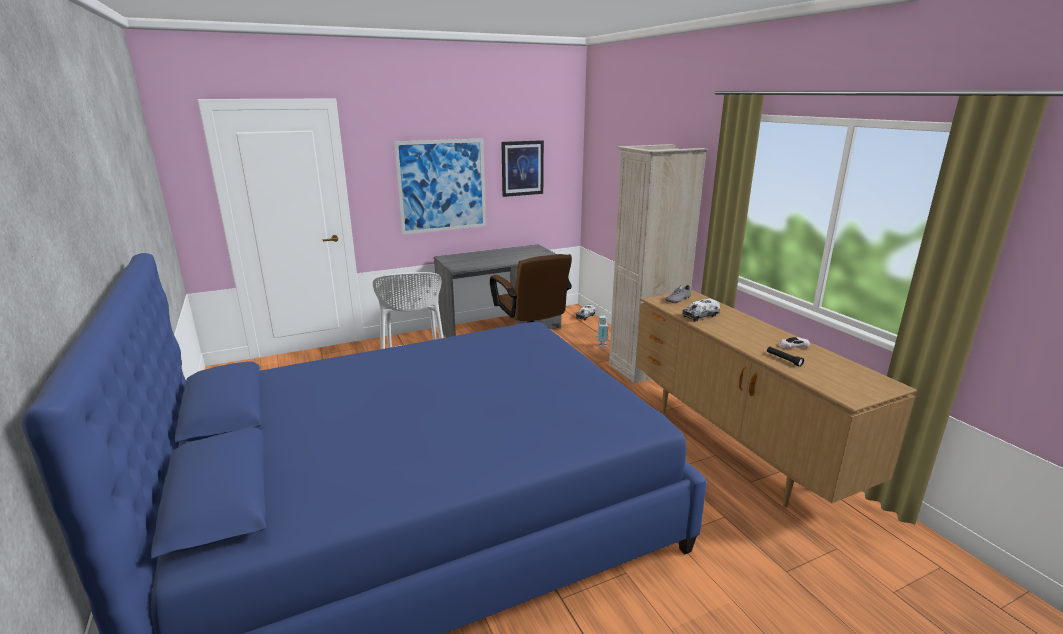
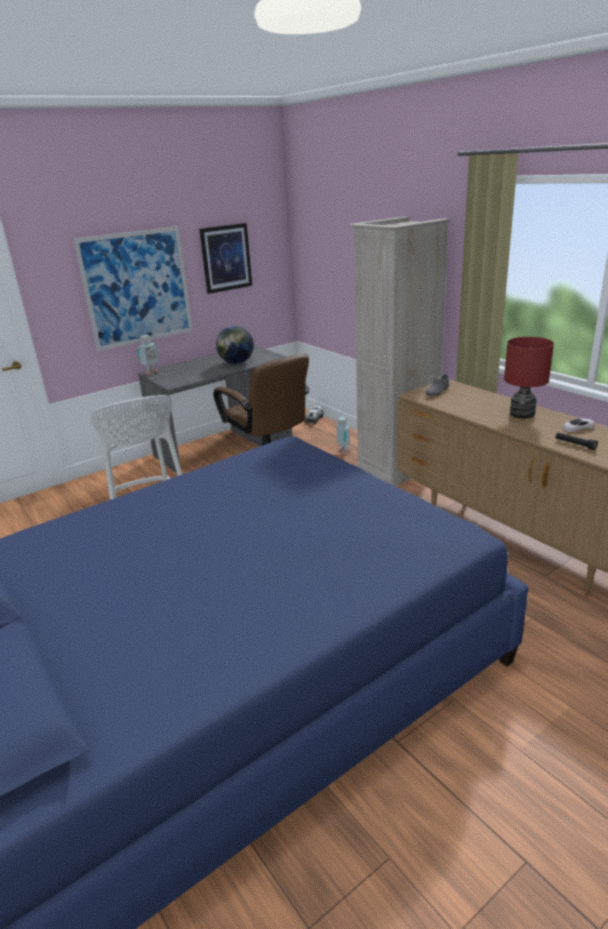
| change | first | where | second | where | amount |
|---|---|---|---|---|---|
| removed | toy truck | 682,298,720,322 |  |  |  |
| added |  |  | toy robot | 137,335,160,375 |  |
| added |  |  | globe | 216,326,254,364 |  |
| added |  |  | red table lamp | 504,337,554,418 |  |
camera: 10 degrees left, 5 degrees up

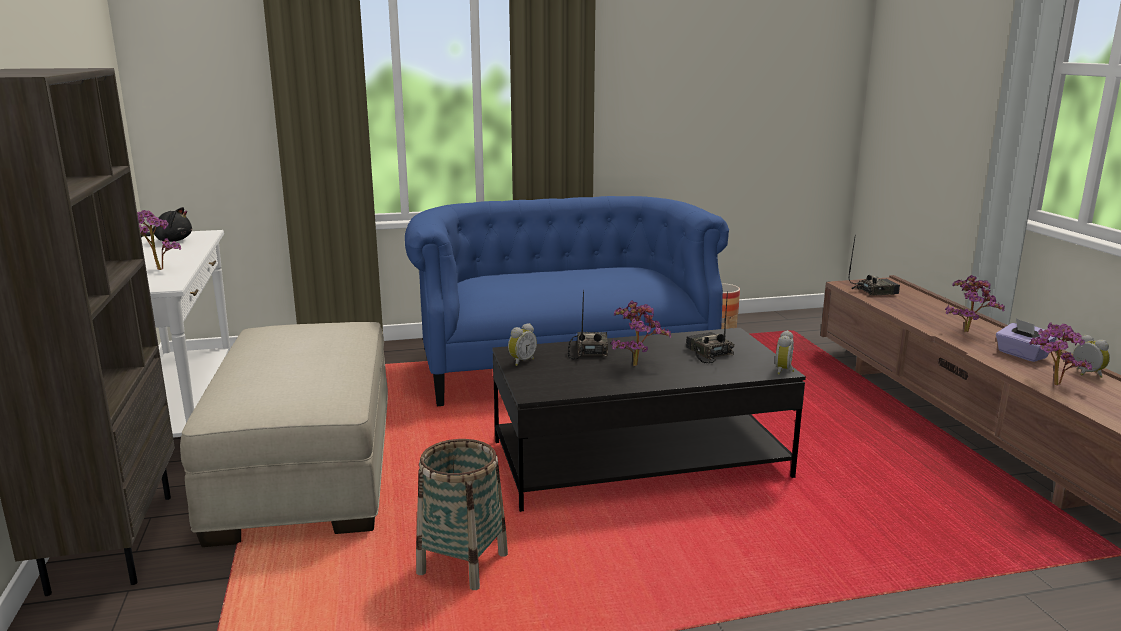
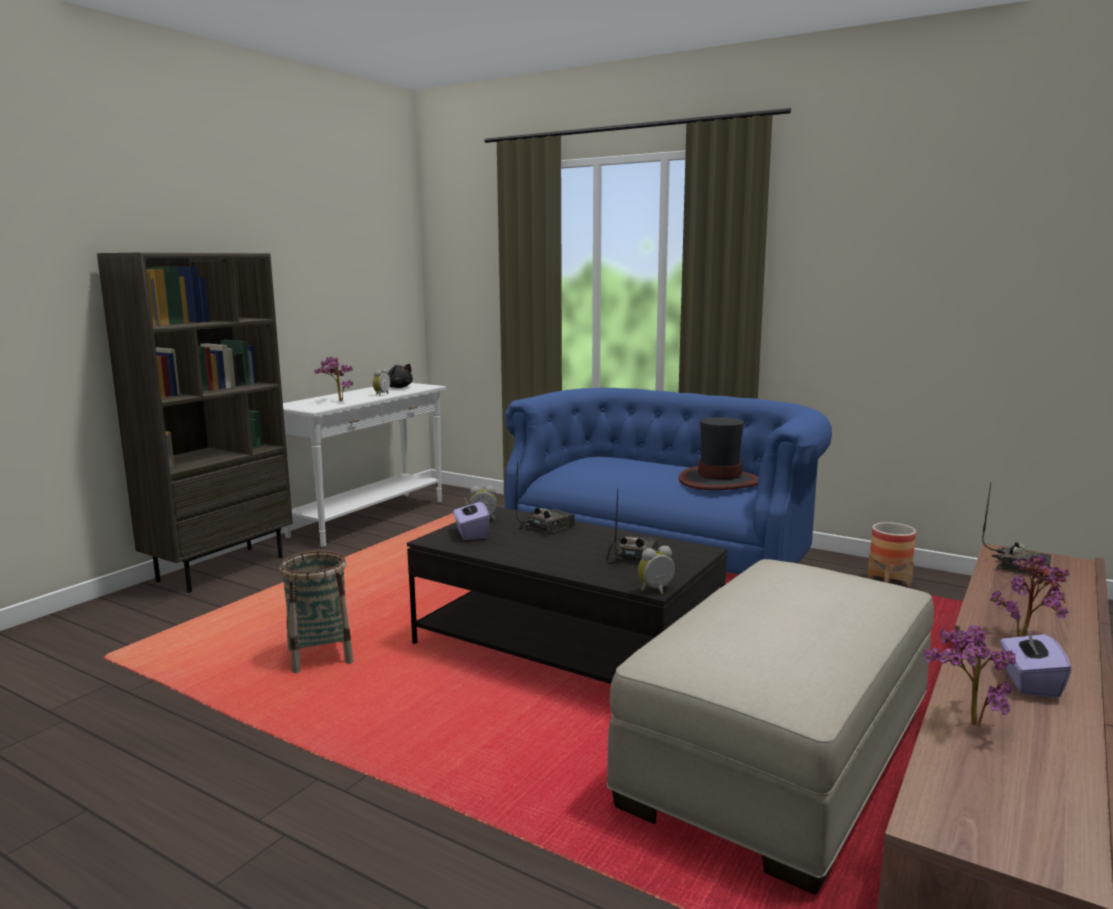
| change | first | where | second | where | amount |
|---|---|---|---|---|---|
| removed | potted plant | 611,300,671,366 |  |  |  |
| added |  |  | purple tissue box | 453,498,490,540 |  |
| added |  |  | hat | 679,417,759,490 |  |
| moved | beige ottoman | 180,322,388,547 |  | 607,559,934,894 |  |
| moved | alarm clock | 1073,335,1110,378 |  | 372,368,390,396 |  |
camera: 45 degrees right, 5 degrees down

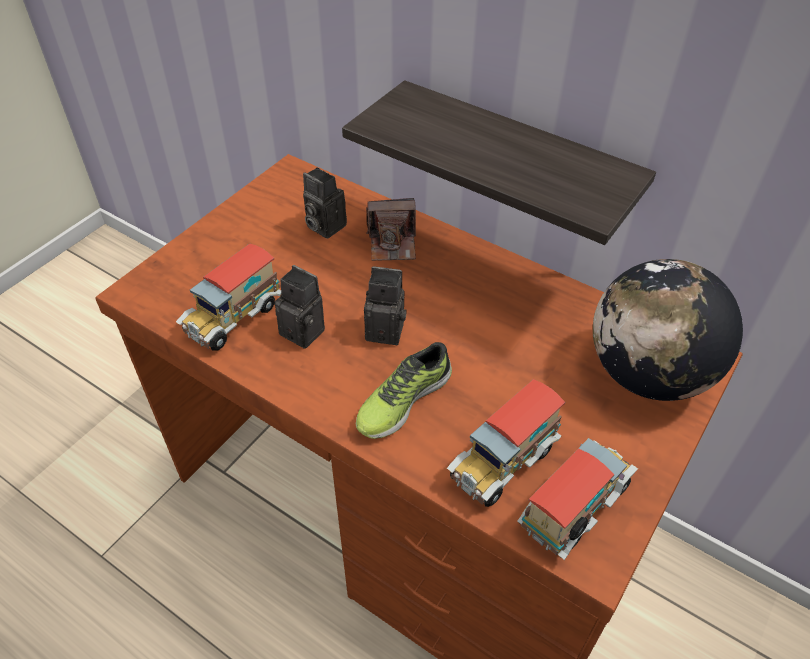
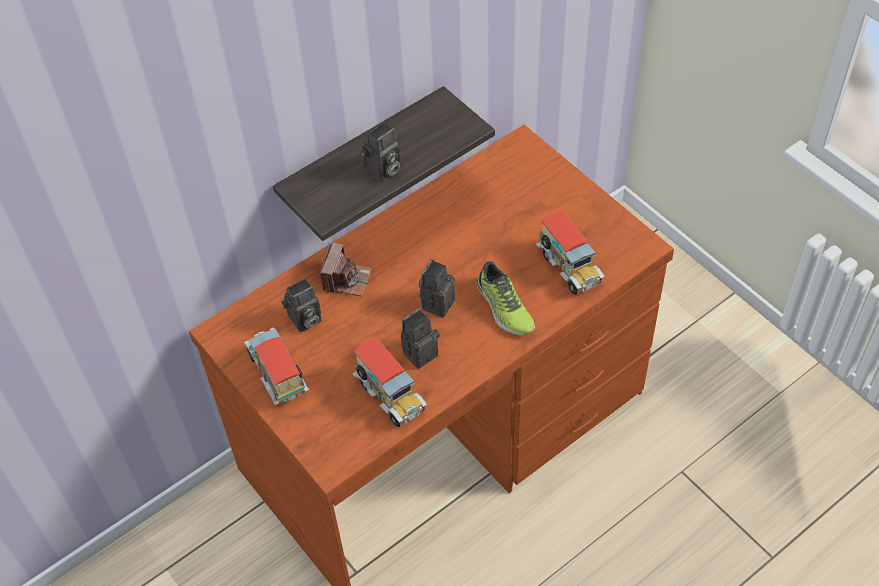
| change | first | where | second | where | amount |
|---|---|---|---|---|---|
| removed | globe | 593,259,743,401 |  |  |  |
| added |  |  | photo camera | 360,122,401,182 |  |
| moved | toy truck | 517,438,638,560 |  | 244,327,309,406 |  |
camera: 70 degrees left, 5 degrees up

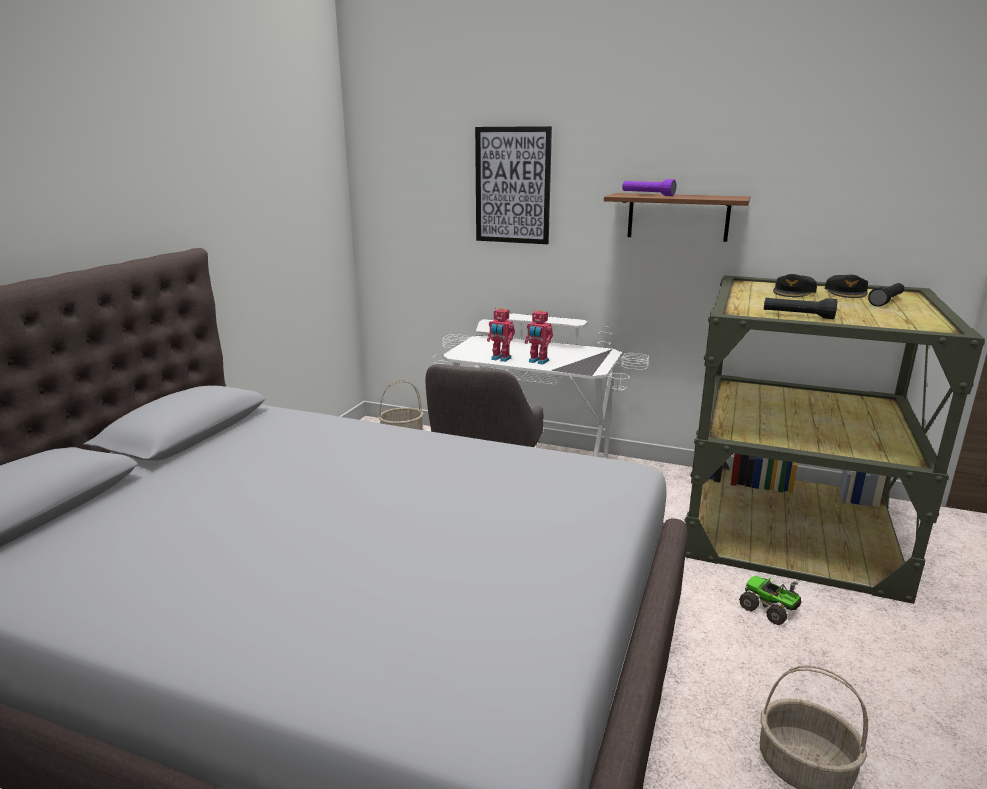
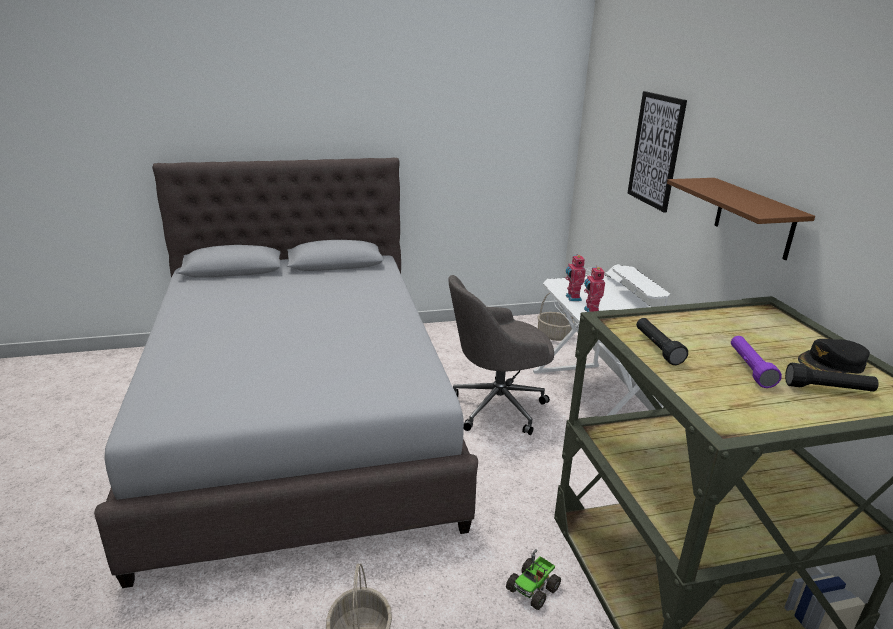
| change | first | where | second | where | amount |
|---|---|---|---|---|---|
| removed | black cap | 773,274,817,297 |  |  |  |
| moved | purple flashlight | 622,179,676,196 |  | 731,336,782,388 |  |
| turned | toy truck | 739,576,801,625 |  | 506,549,561,610 | 150 degrees counterclockwise |
camera: 55 degrees right, 5 degrees up

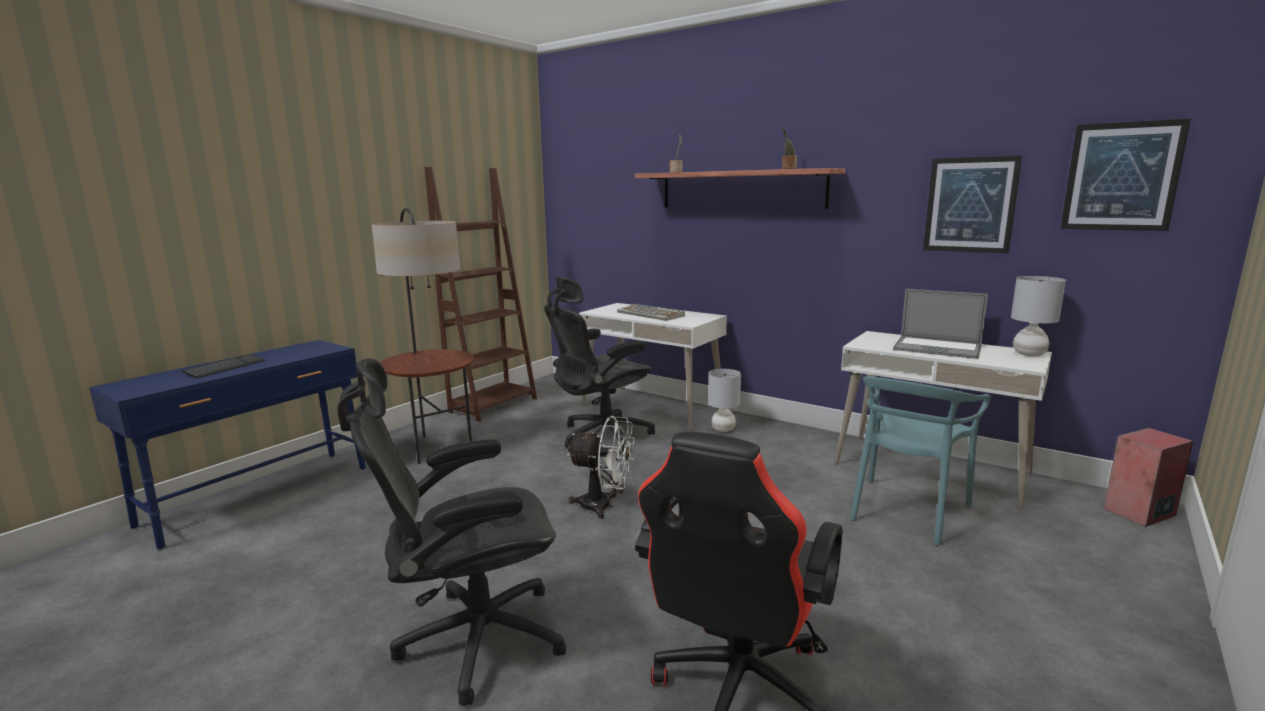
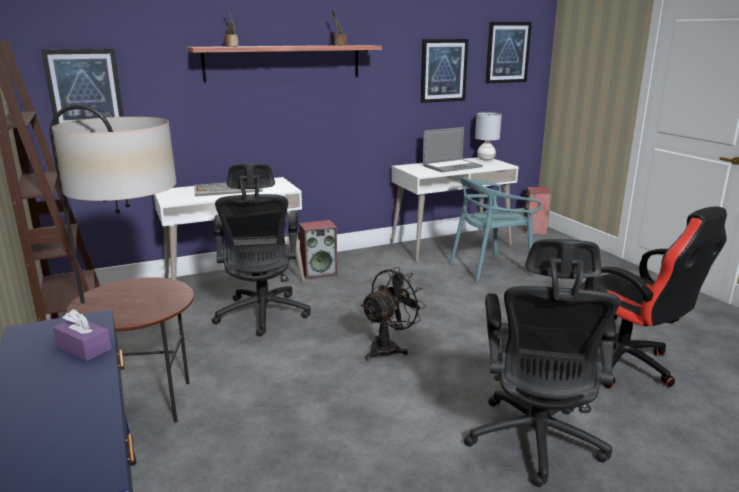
| change | first | where | second | where | amount |
|---|---|---|---|---|---|
| removed | keyboard | 182,354,265,379 |  |  |  |
| added |  |  | picture | 41,49,124,125 |  |
| added |  |  | purple tissue box | 53,309,112,361 |  |
| replaced | grey table lamp | 708,369,741,432 | speaker | 299,220,338,279 |  |
| recoloured | white fan | 567,416,635,519 | black fan | 361,267,426,361 |  |
| turned | turquoise chair | 850,376,991,546 |  | 449,177,542,282 | 90 degrees clockwise |
camera: 60 degrees left, 5 degrees up

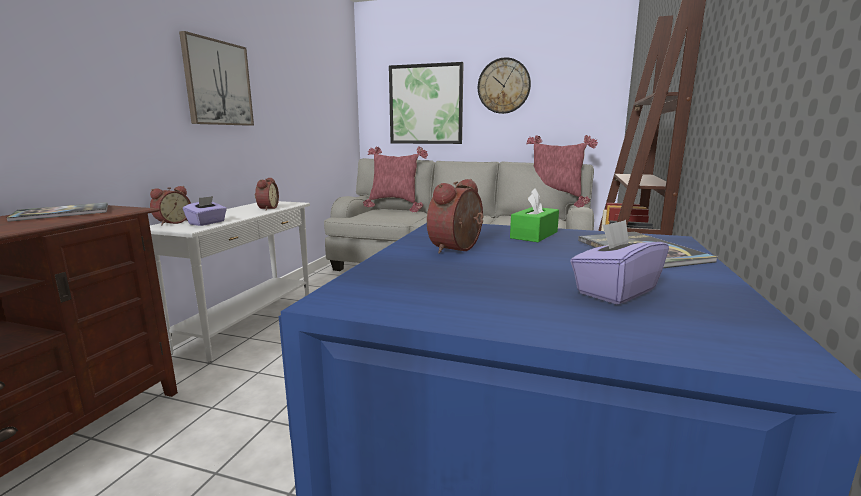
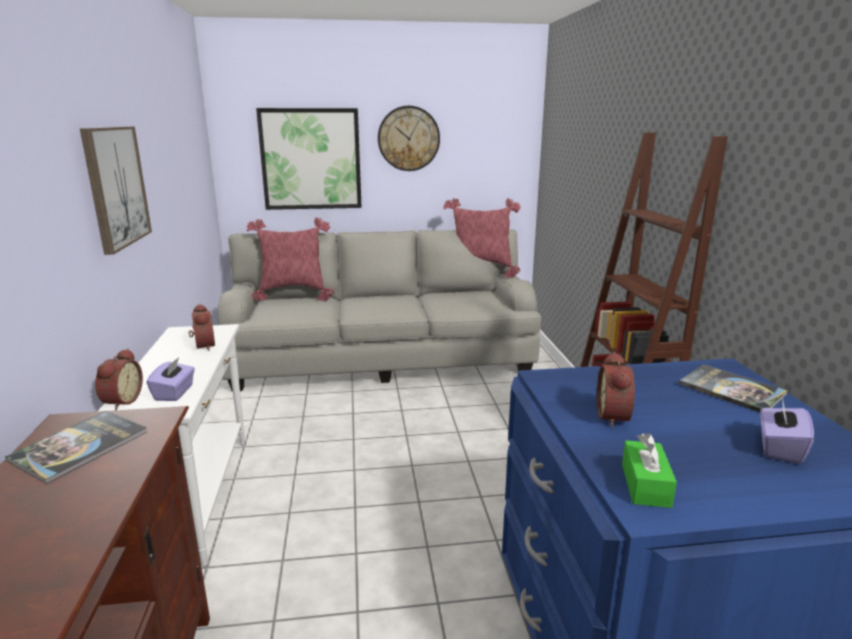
| change | first | where | second | where | amount |
|---|---|---|---|---|---|
| moved | green tissue box | 510,188,559,242 |  | 622,433,677,508 |  |
camera: 25 degrees left, 5 degrees up

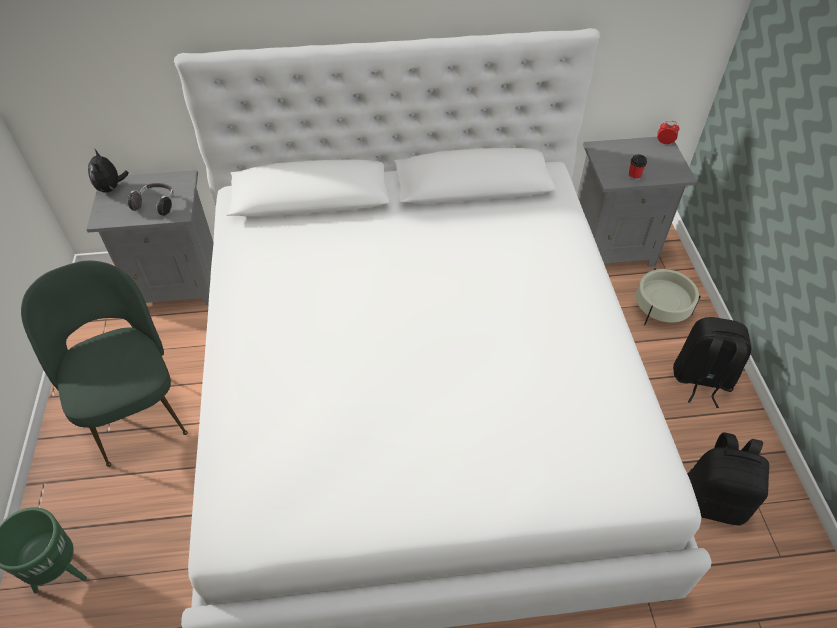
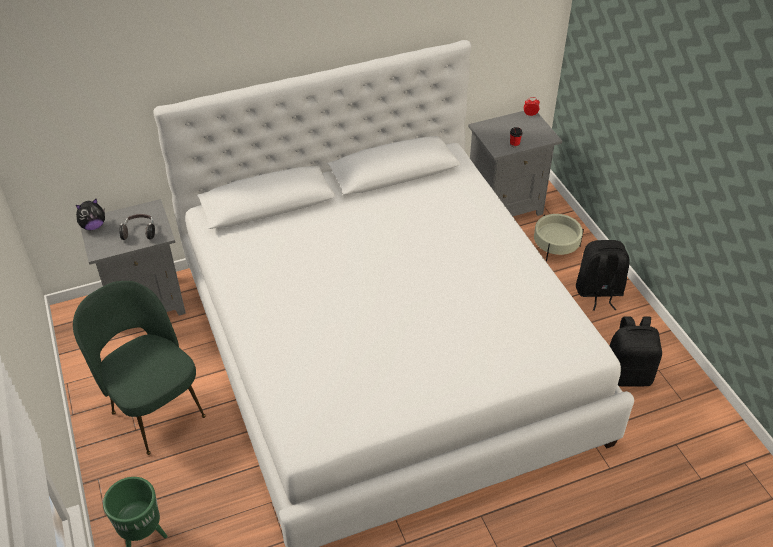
| change | first | where | second | where | amount |
|---|---|---|---|---|---|
| turned | plush toy | 88,149,129,192 |  | 76,199,105,230 | 90 degrees counterclockwise |
camera: 15 degrees left, 5 degrees down

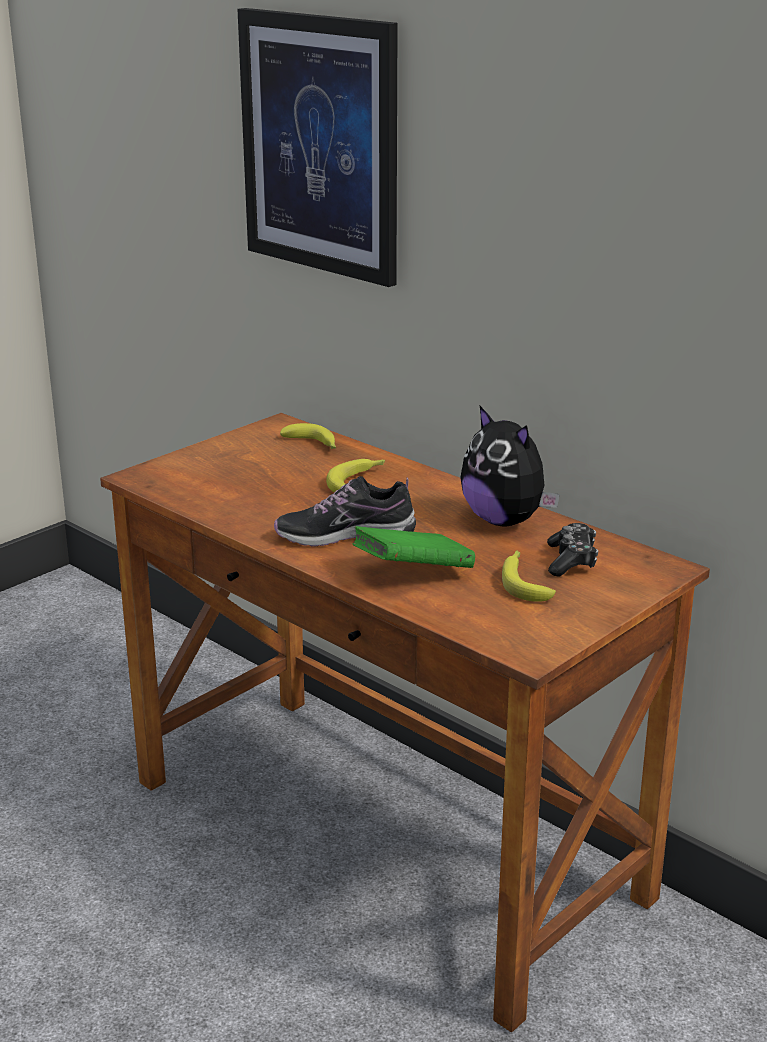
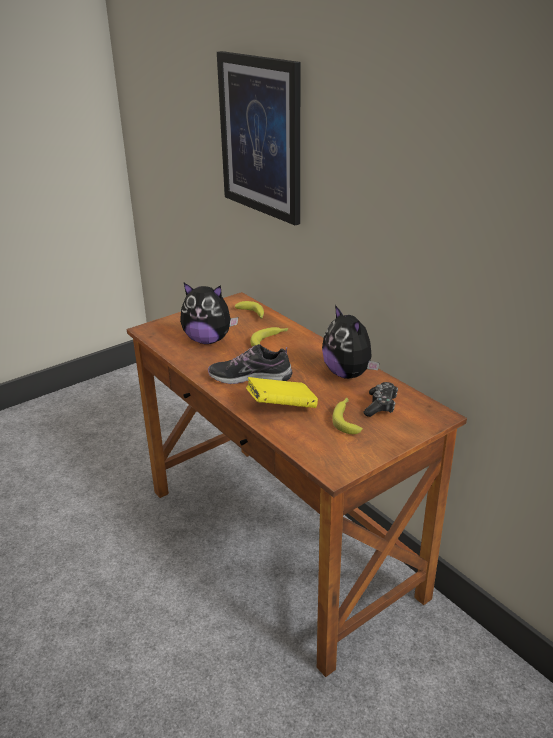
| change | first | where | second | where | amount |
|---|---|---|---|---|---|
| added |  |  | plush toy | 180,283,238,344 |  |
| recoloured | green book | 352,526,475,568 | yellow book | 246,377,318,408 |  |
camera: 10 degrees right, 5 degrees up

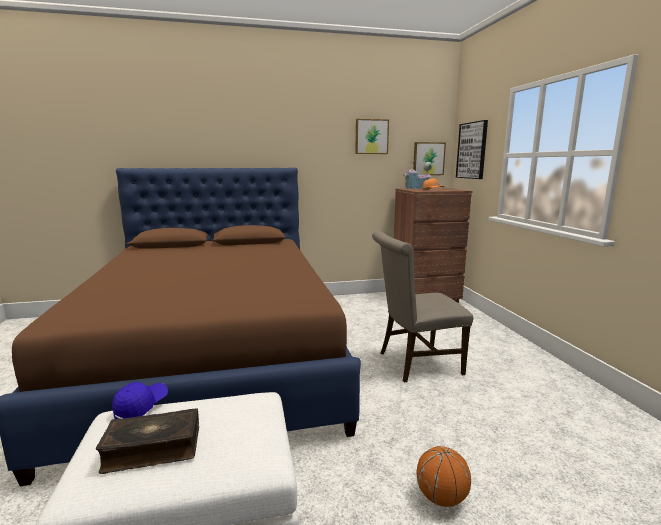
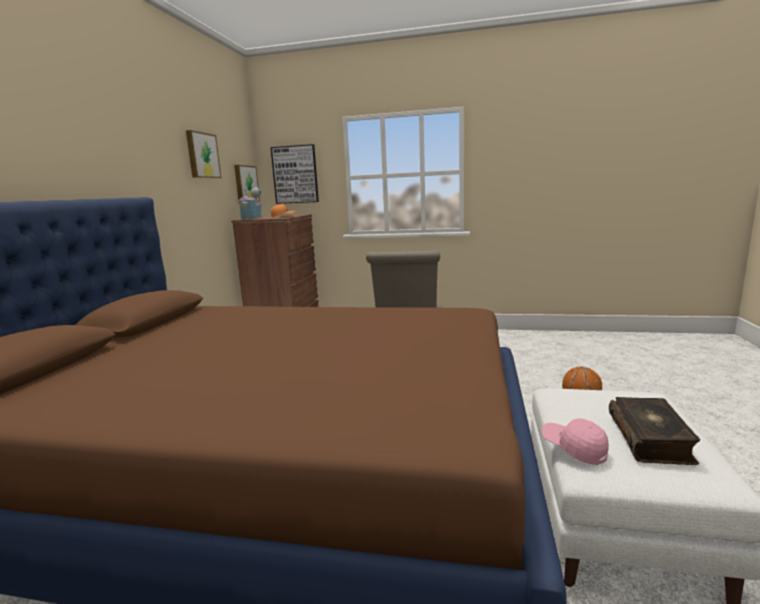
| change | first | where | second | where | amount |
|---|---|---|---|---|---|
| recoloured | blue cap | 112,382,168,419 | pink cap | 542,418,609,465 |  |
camera: 65 degrees left, 0 degrees up

